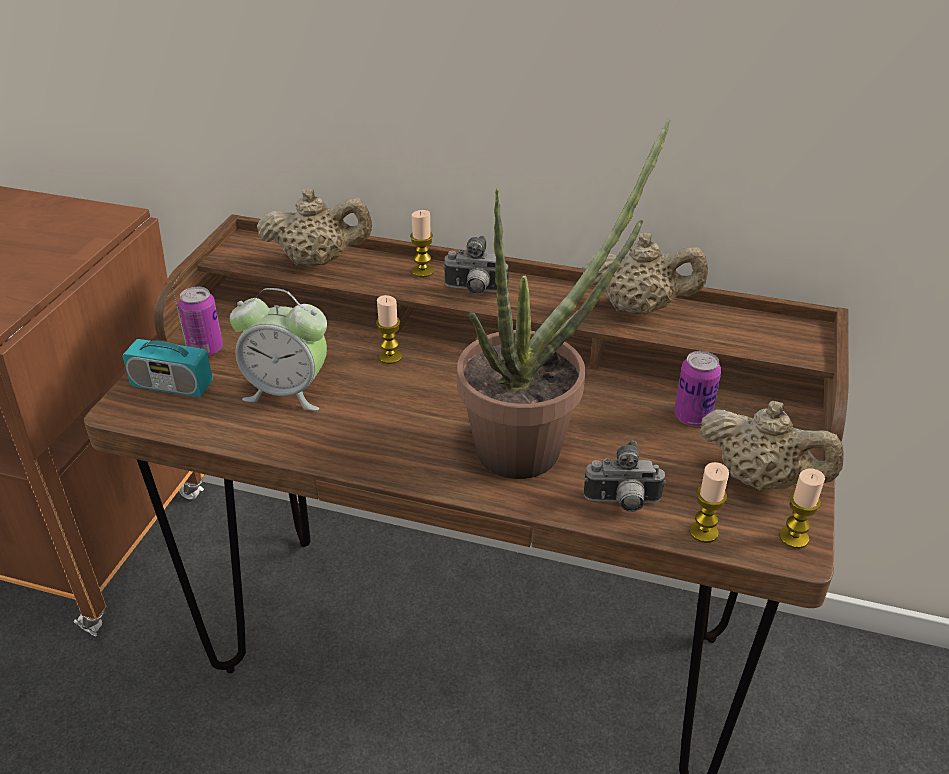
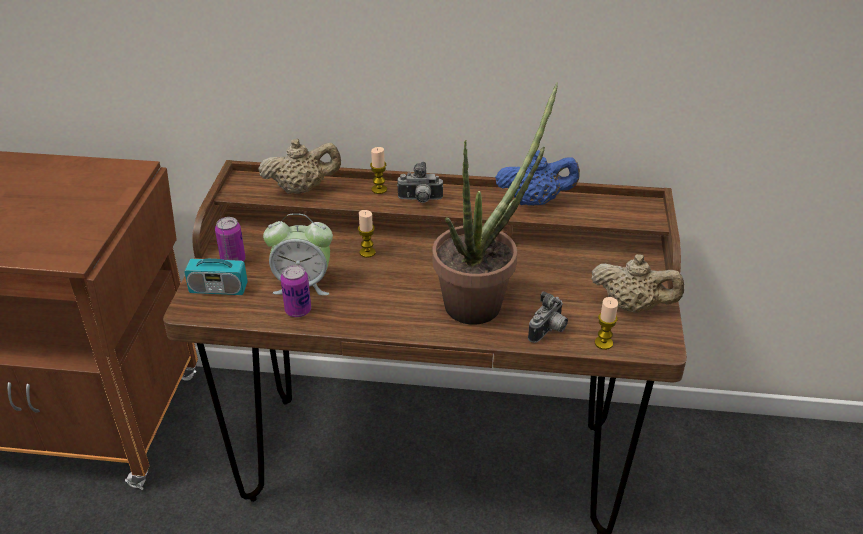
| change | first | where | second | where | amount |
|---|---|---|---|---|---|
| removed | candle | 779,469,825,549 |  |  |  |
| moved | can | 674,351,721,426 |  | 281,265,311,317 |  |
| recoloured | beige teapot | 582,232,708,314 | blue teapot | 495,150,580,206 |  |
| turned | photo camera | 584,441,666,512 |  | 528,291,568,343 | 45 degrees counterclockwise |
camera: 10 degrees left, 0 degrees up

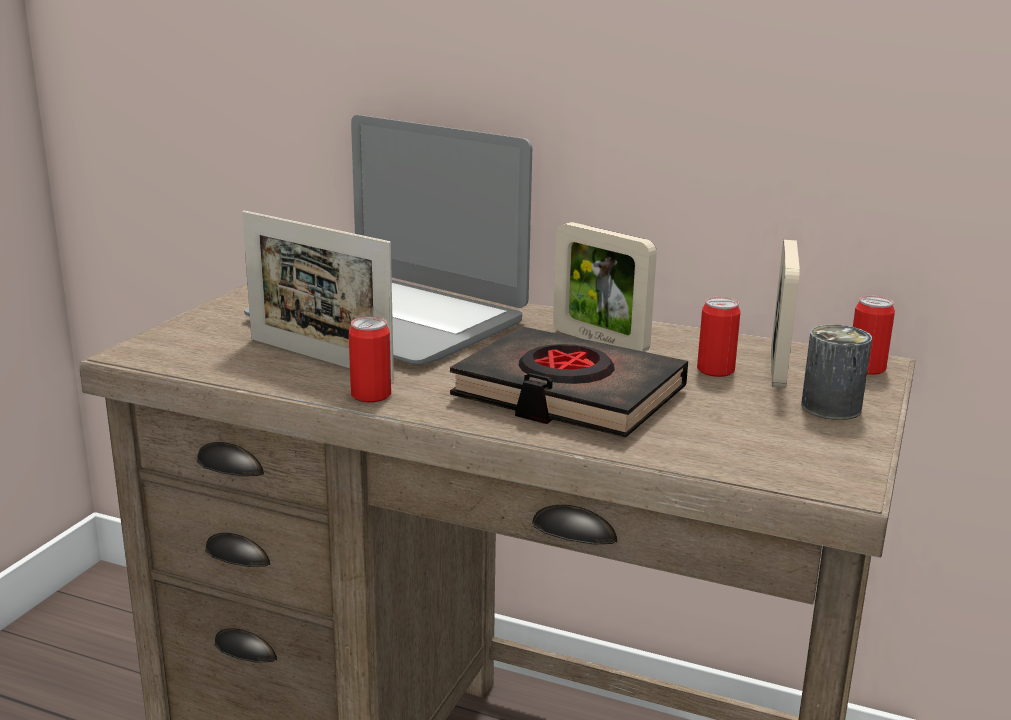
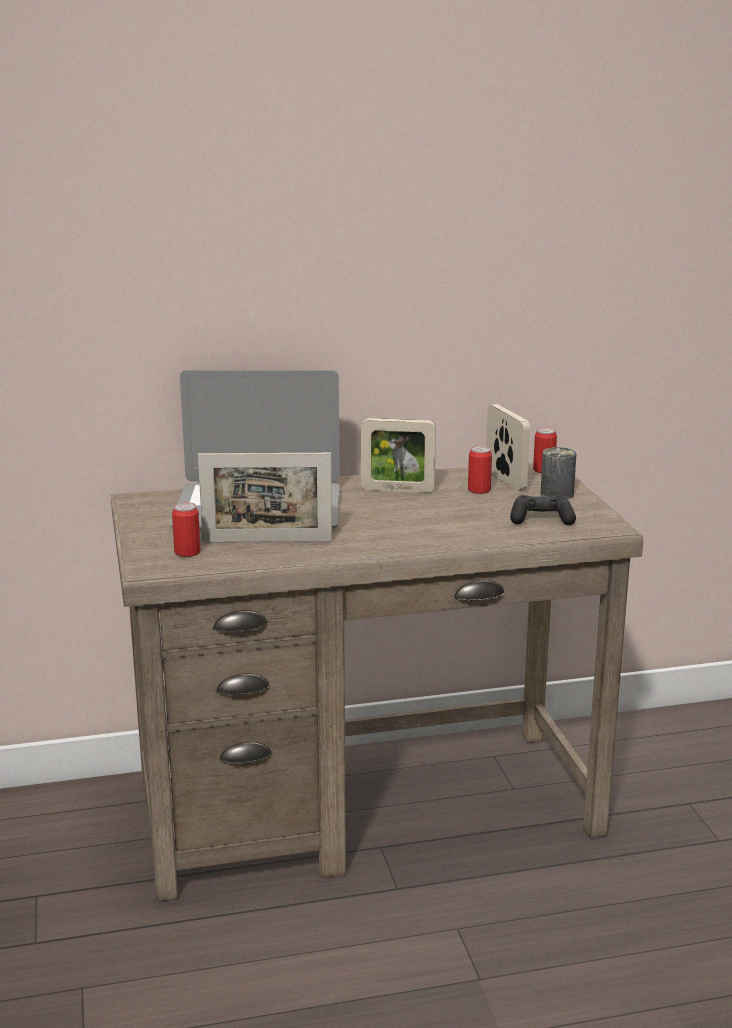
| change | first | where | second | where | amount |
|---|---|---|---|---|---|
| removed | black book | 450,326,688,438 |  |  |  |
| added |  |  | black game controller | 510,495,576,525 |  |
| moved | can | 349,317,391,402 |  | 172,502,201,557 |  |
camera: 35 degrees left, 0 degrees up

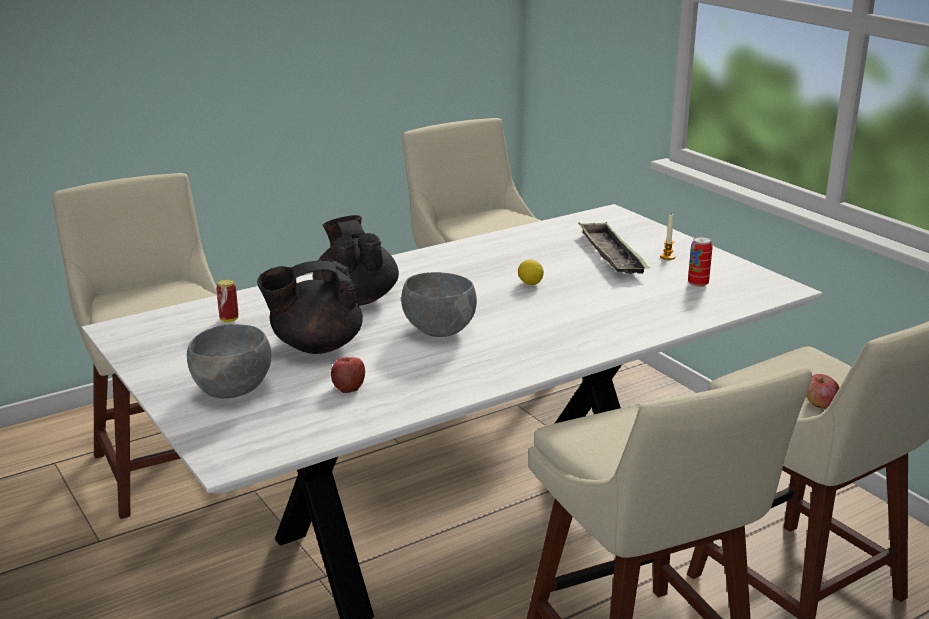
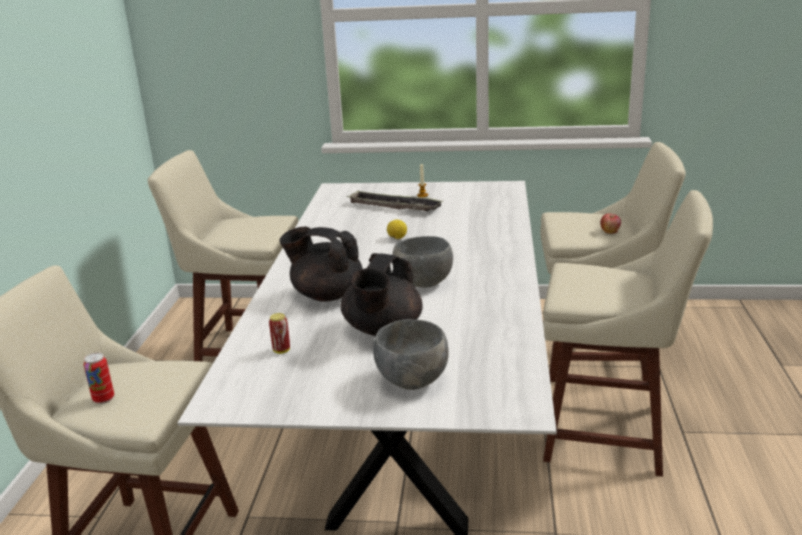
| change | first | where | second | where | amount |
|---|---|---|---|---|---|
| removed | apple | 331,357,365,393 |  |  |  |
| moved | can | 688,236,713,287 |  | 84,353,114,404 |  |
camera: 50 degrees left, 0 degrees up

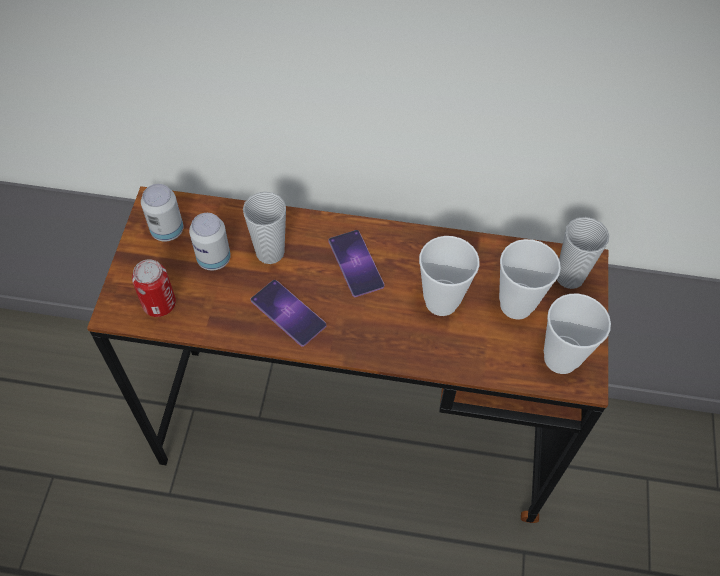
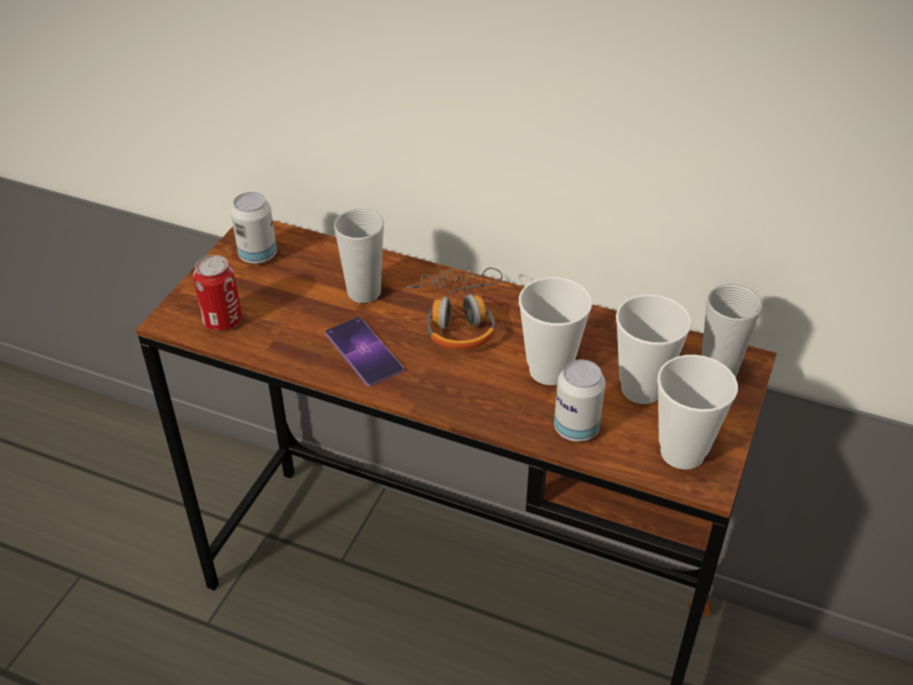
| change | first | where | second | where | amount |
|---|---|---|---|---|---|
| moved | can | 189,213,231,270 |  | 554,359,605,442 |  |
| replaced | phone | 328,230,385,297 | headphones | 406,267,503,350 |  |
camera: 15 degrees right, 15 degrees down

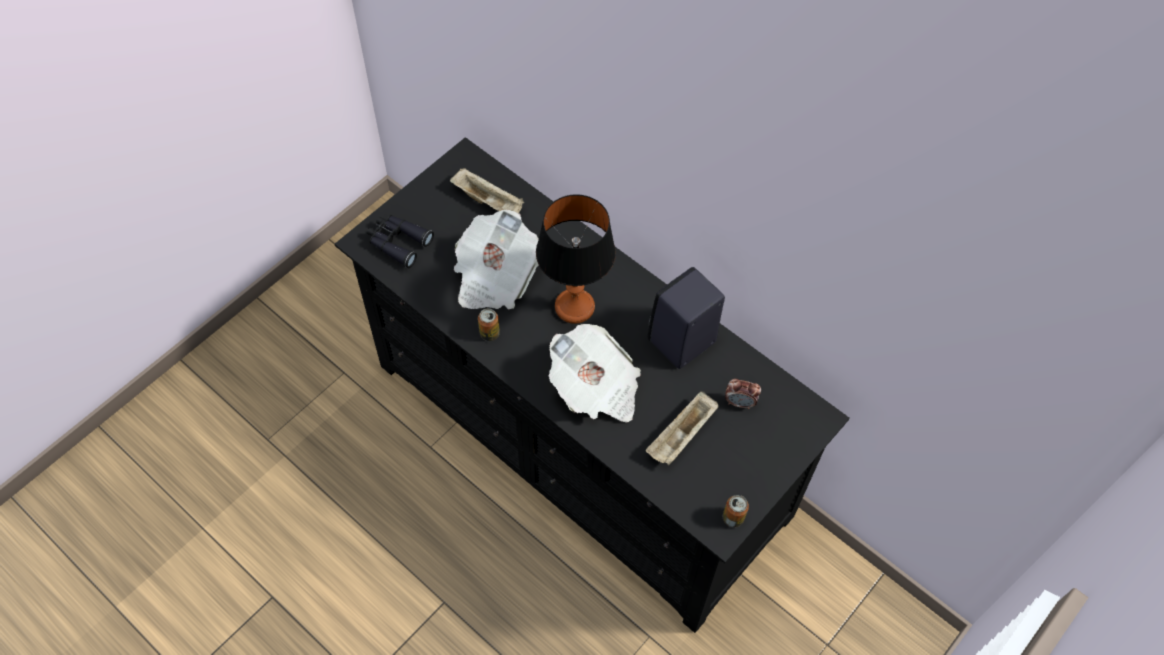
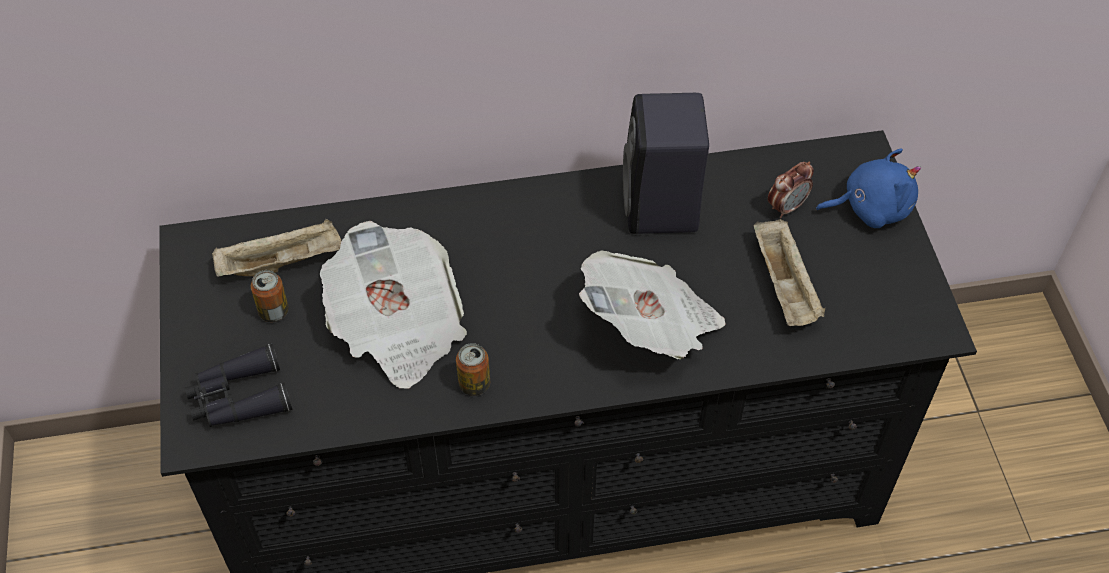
| change | first | where | second | where | amount |
|---|---|---|---|---|---|
| removed | table lamp | 536,194,616,324 |  |  |  |
| added |  |  | blue plush toy | 815,149,921,228 |  |
| moved | can | 723,495,749,527 |  | 251,270,289,322 |  |
camera: 50 degrees left, 5 degrees down

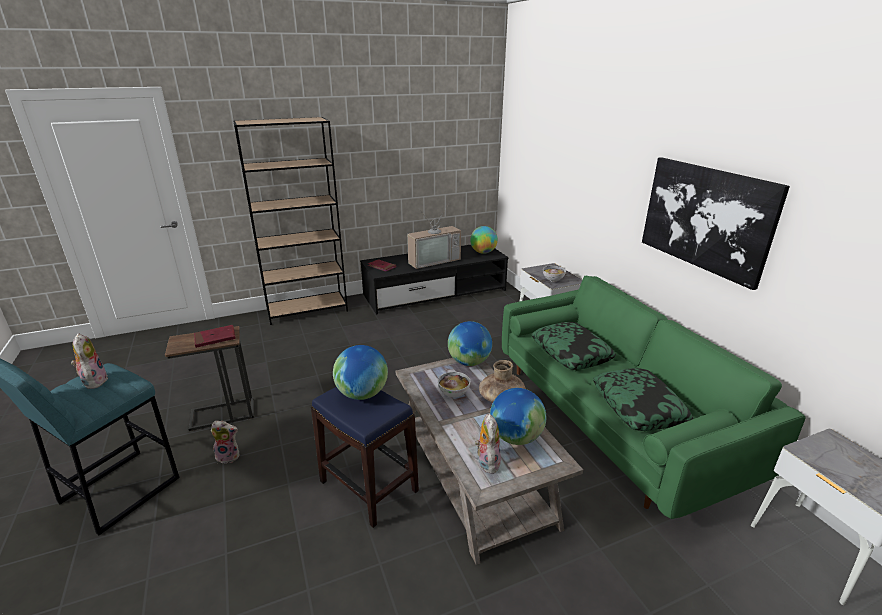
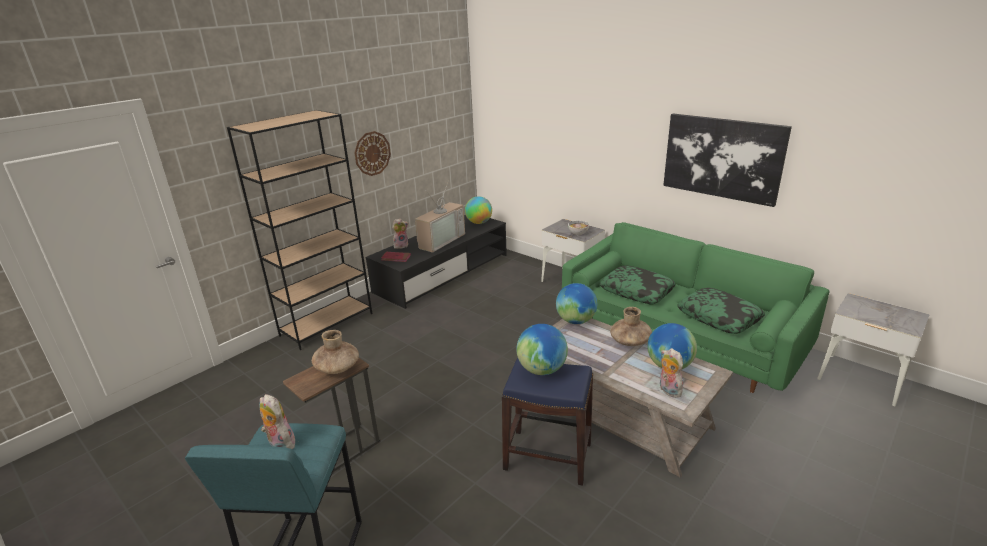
| change | first | where | second | where | amount |
|---|---|---|---|---|---|
| removed | bowl | 438,372,470,397 |  |  |  |
| added |  |  | wall clock | 354,131,391,176 |  |
| moved | plush toy | 211,421,239,464 |  | 392,218,408,249 |  |
| replaced | red book | 194,325,236,348 | brown vase | 312,330,359,374 |  |
camera: 25 degrees left, 0 degrees up

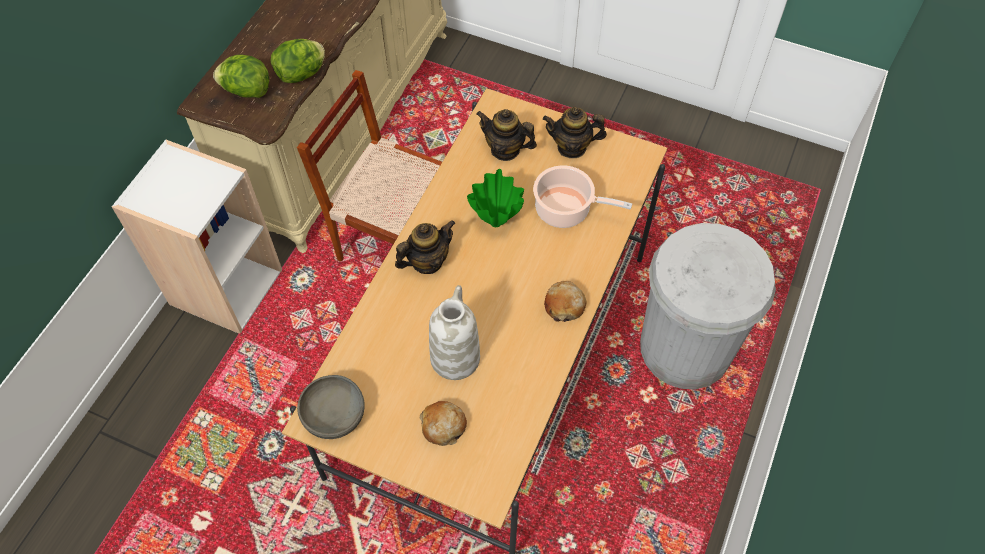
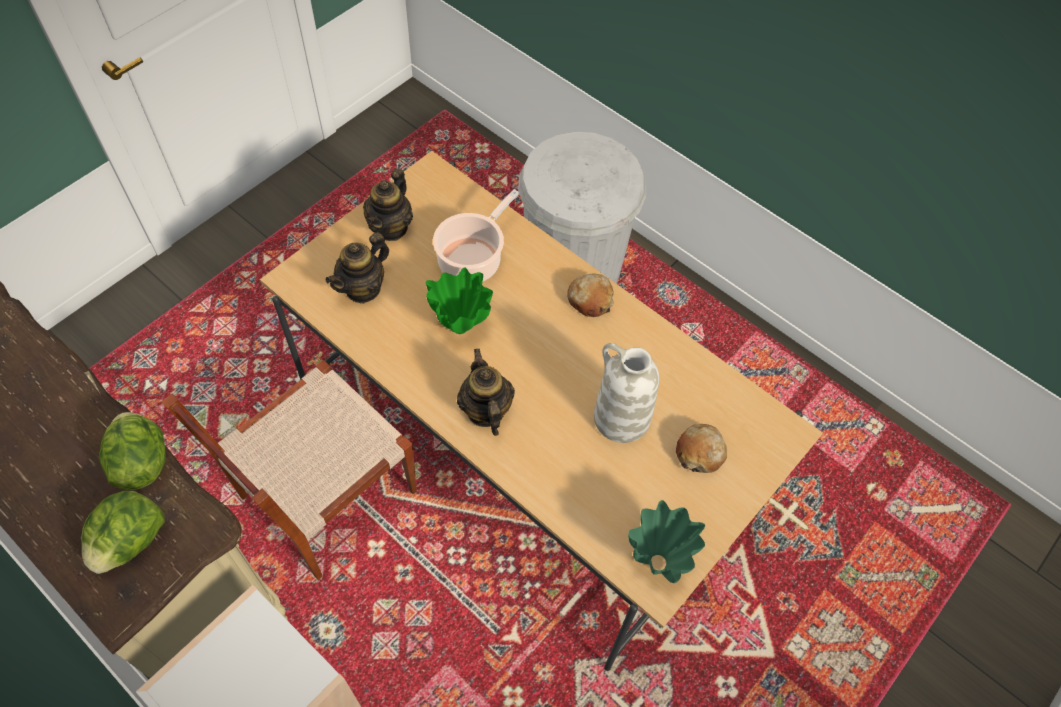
| change | first | where | second | where | amount |
|---|---|---|---|---|---|
| replaced | grey bowl | 297,375,365,439 | green vase | 628,500,705,583 |  |
camera: 75 degrees left, 0 degrees up

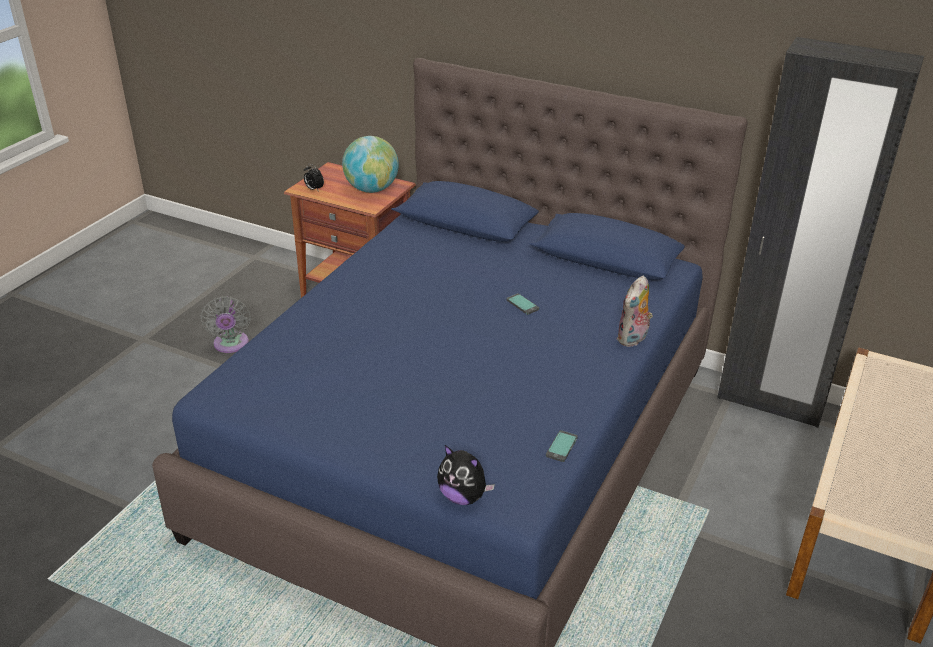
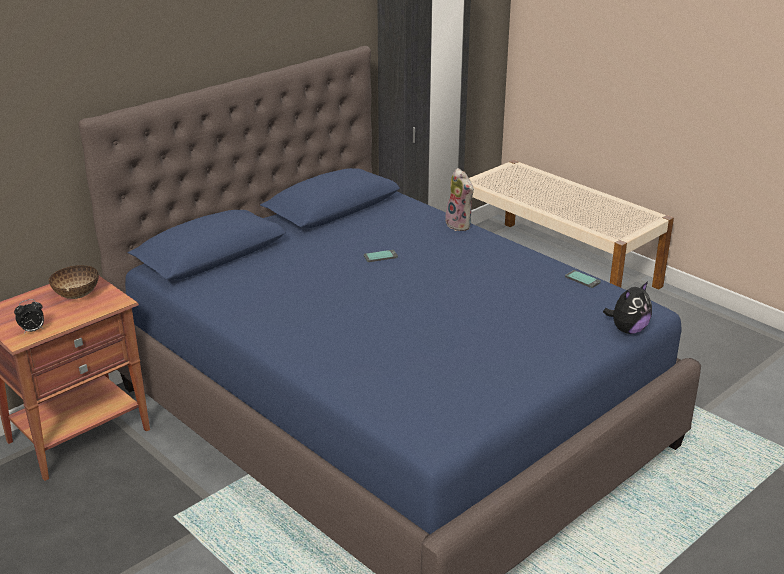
| change | first | where | second | where | amount |
|---|---|---|---|---|---|
| removed | grey fan | 200,296,251,353 |  |  |  |
| replaced | globe | 342,136,399,193 | bowl | 49,265,99,299 |  |
camera: 70 degrees left, 5 degrees down

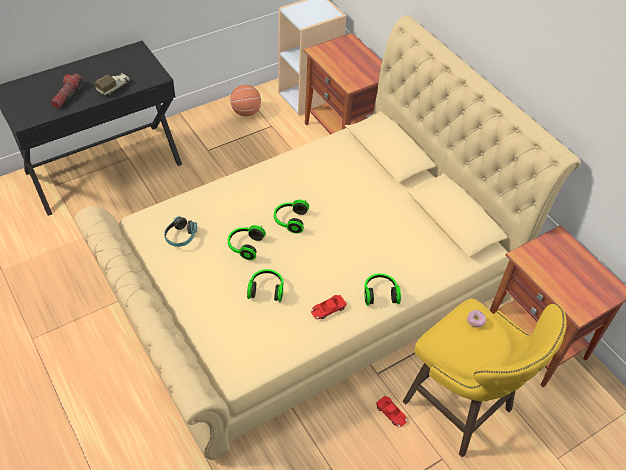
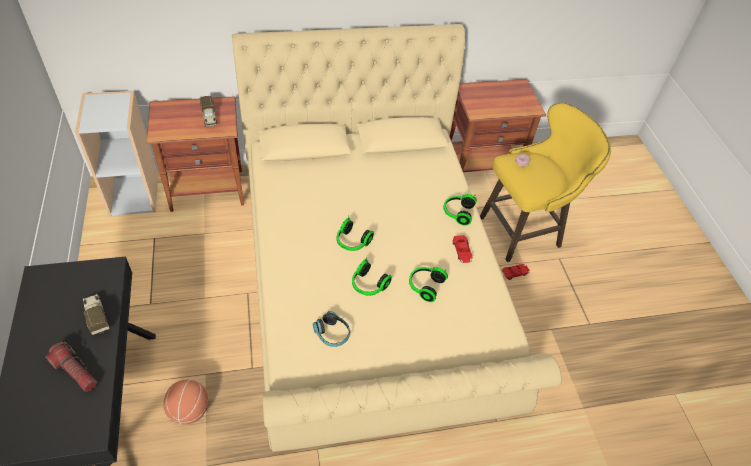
| change | first | where | second | where | amount |
|---|---|---|---|---|---|
| added |  |  | toy truck | 200,96,217,127 |  |
| moved | basketball | 230,85,261,116 |  | 163,380,208,425 |  |
camera: 70 degrees left, 0 degrees up

